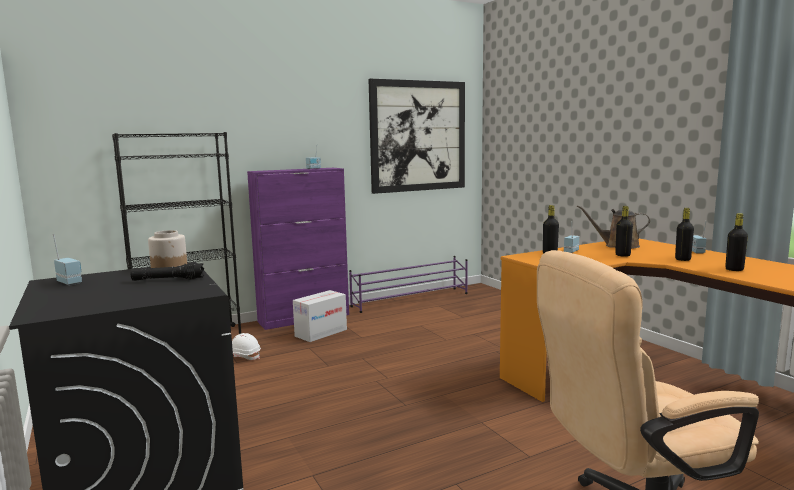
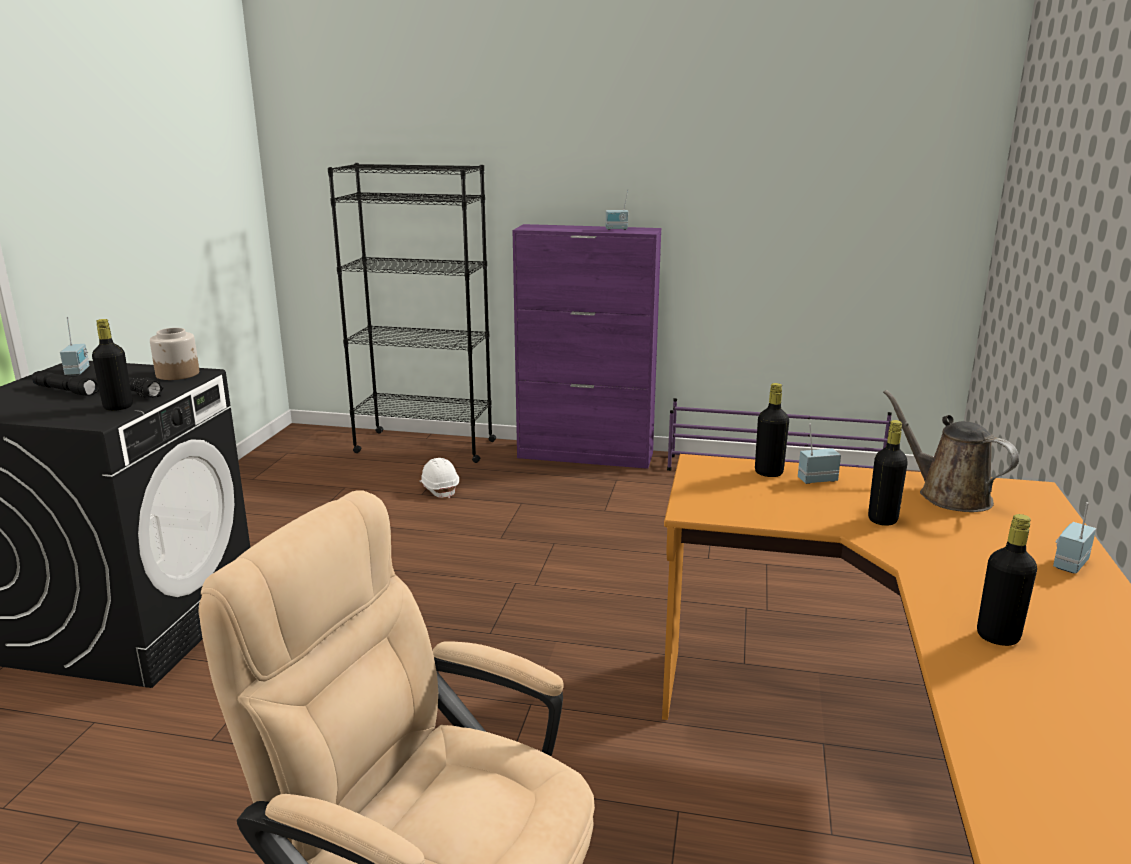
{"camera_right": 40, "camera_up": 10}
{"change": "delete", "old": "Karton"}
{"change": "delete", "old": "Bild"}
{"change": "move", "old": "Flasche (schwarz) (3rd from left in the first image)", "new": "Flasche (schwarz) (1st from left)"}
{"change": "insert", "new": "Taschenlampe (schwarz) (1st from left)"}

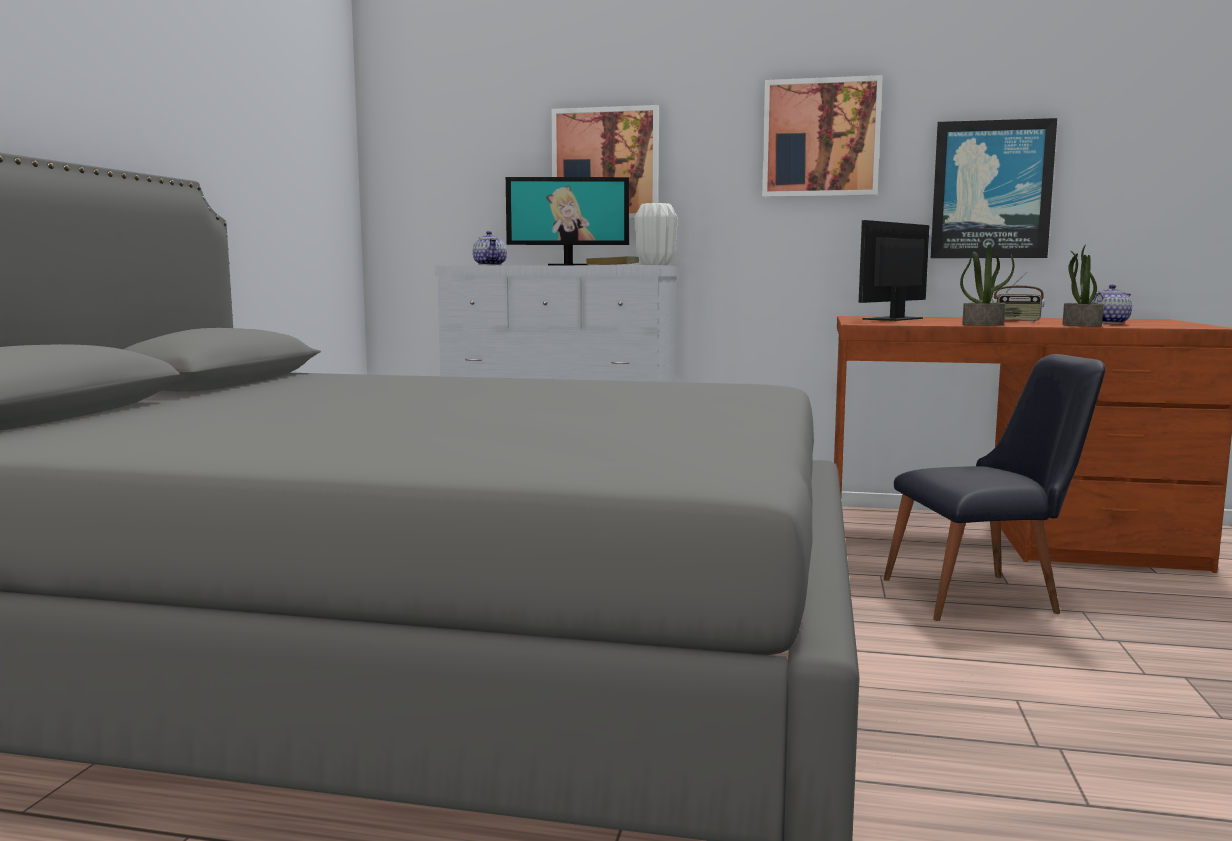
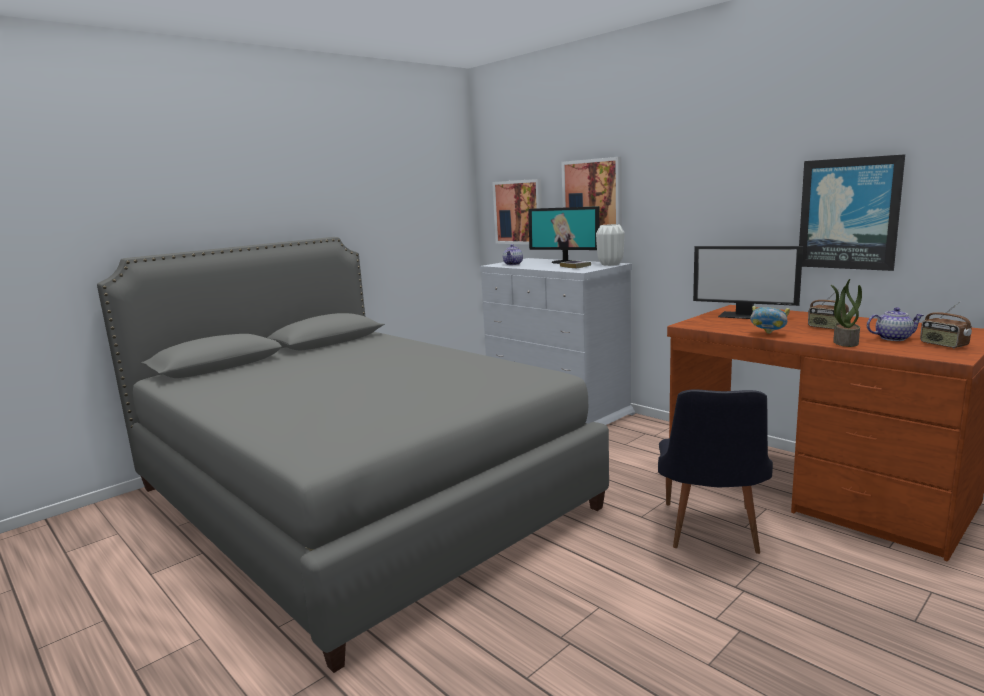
{"camera_right": 35, "camera_up": 5}
{"change": "move", "old": "Bild (2nd from left in the first image)", "new": "Bild (1st from left)"}
{"change": "rotate", "old": "Monitor (2nd from left)", "degrees": -135}
{"change": "rotate", "old": "Stuhl (schwarz)", "degrees": 75}
{"change": "replace", "old": "Topfpflanze (1st from left)", "new": "Schüssel"}
{"change": "insert", "new": "Radio (2nd from left)"}

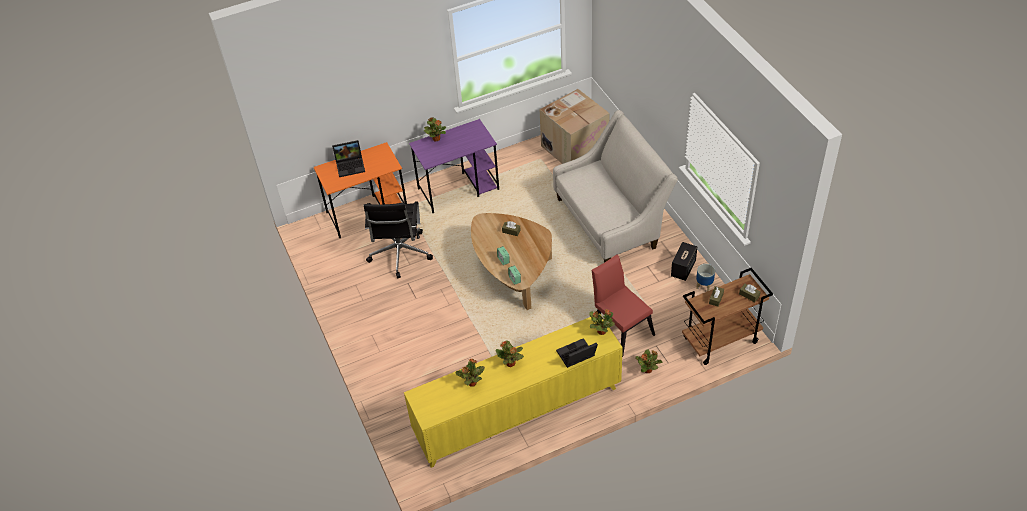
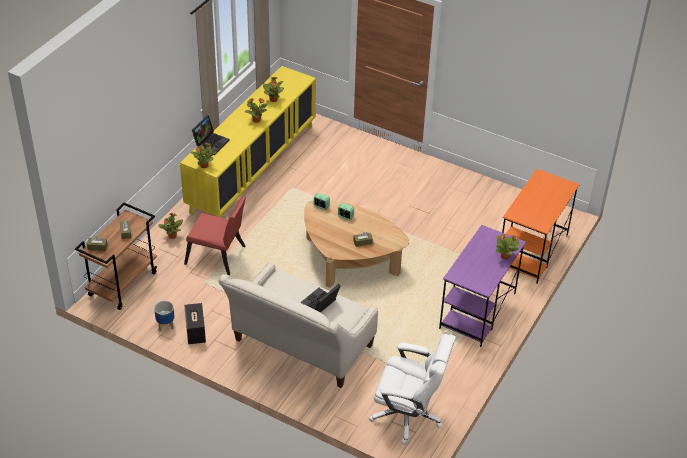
{"camera_right": 140, "camera_up": -5}
{"change": "move", "old": "Laptop (1st from left in the first image)", "new": "Laptop (2nd from left)"}
{"change": "delete", "old": "Bürostuhl (schwarz)"}
{"change": "replace", "old": "Karton", "new": "Bürostuhl (weiß)"}

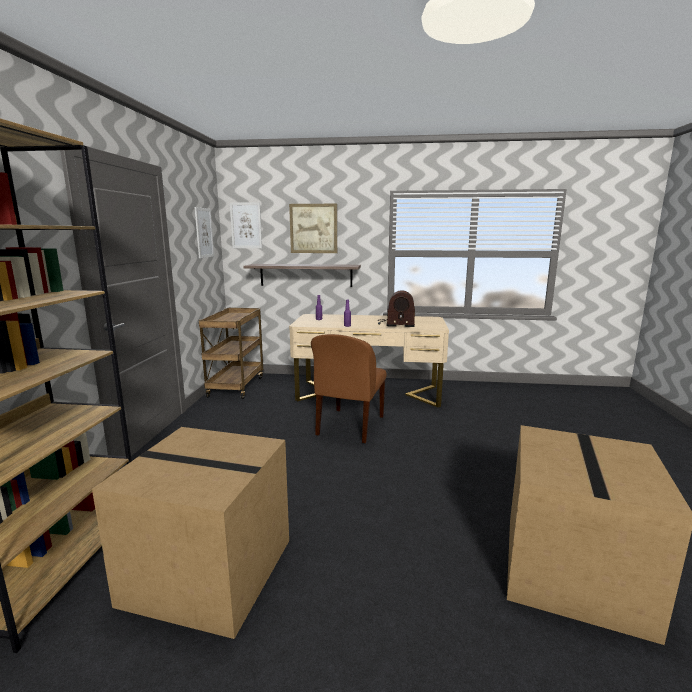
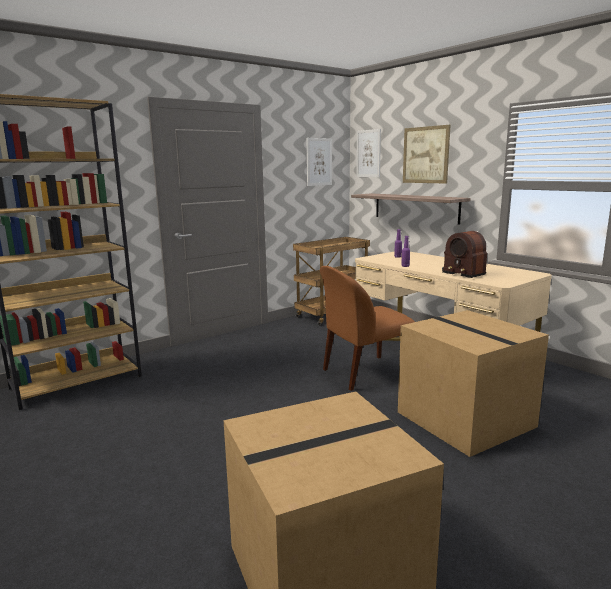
{"camera_right": 45, "camera_up": 0}
{"change": "move", "old": "Karton (1st from left in the first image)", "new": "Karton (2nd from left)"}

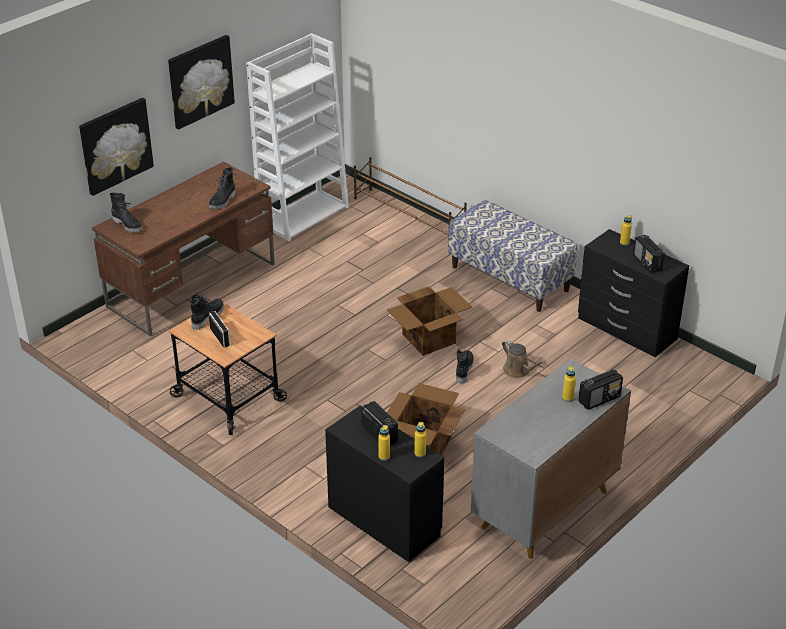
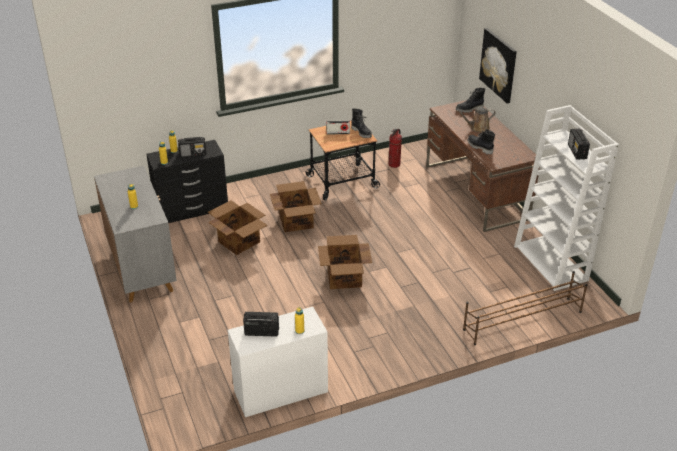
{"camera_right": 115, "camera_up": 0}
{"change": "delete", "old": "Bild (2nd from left)"}
{"change": "delete", "old": "Bank"}
{"change": "delete", "old": "Stiefel (schwarz) (4th from left)"}
{"change": "move", "old": "Gießkanne (braun)"}
{"change": "recolor", "old": "Kommode (schwarz) (2nd from left)", "new": "Kommode (weiß)"}
{"change": "move", "old": "Radio (3rd from left in the first image)", "new": "Radio (4th from left)"}
{"change": "insert", "new": "Karton (2nd from left)"}
{"change": "insert", "new": "Feuerlöscher"}

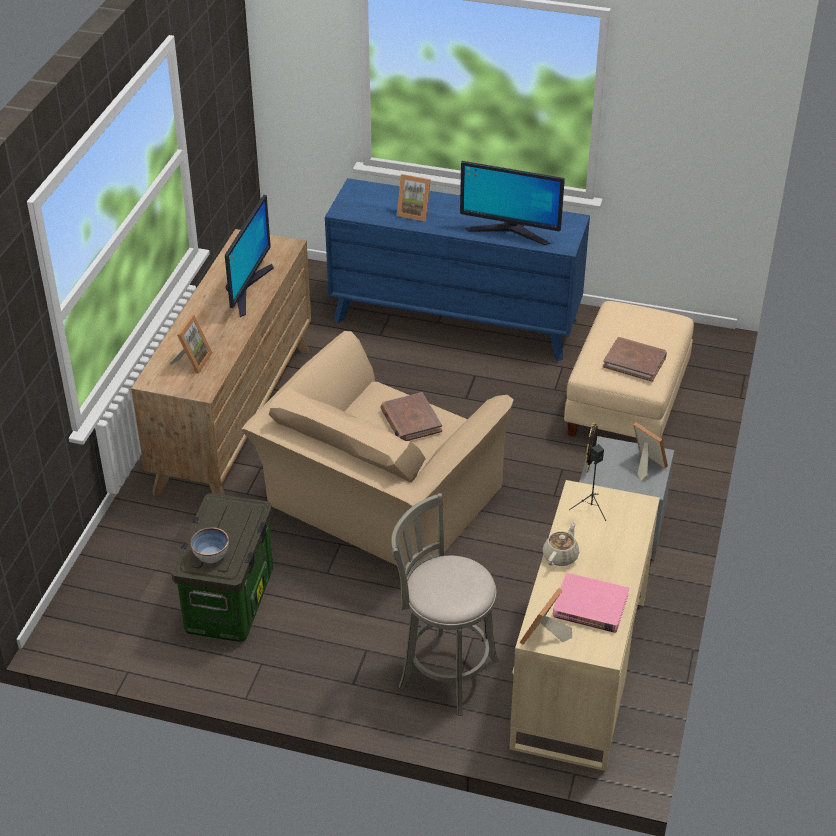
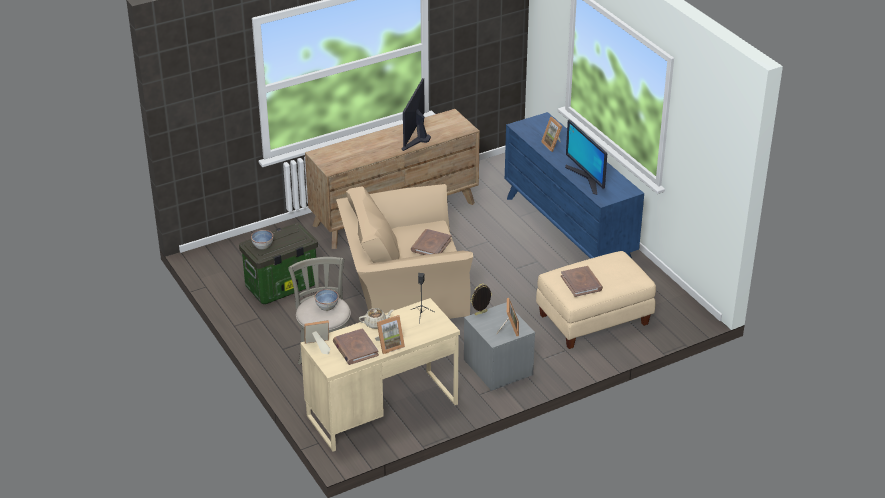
{"camera_right": 45, "camera_up": -5}
{"change": "move", "old": "Bilderrahmen (1st from left in the first image)", "new": "Bilderrahmen (2nd from left)"}
{"change": "rotate", "old": "Monitor (1st from left)", "degrees": 135}
{"change": "recolor", "old": "Buch (rosa)", "new": "Buch (braun) (1st from left)"}
{"change": "insert", "new": "Schüssel (2nd from left)"}

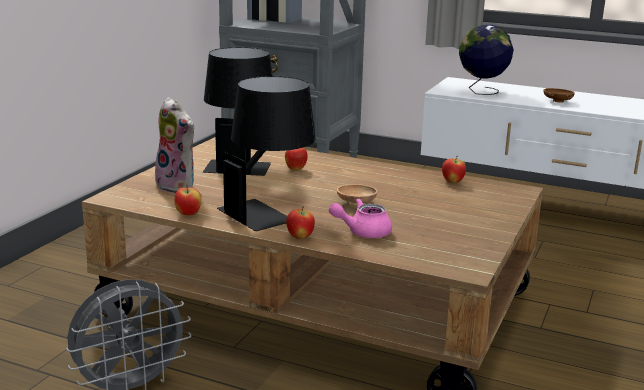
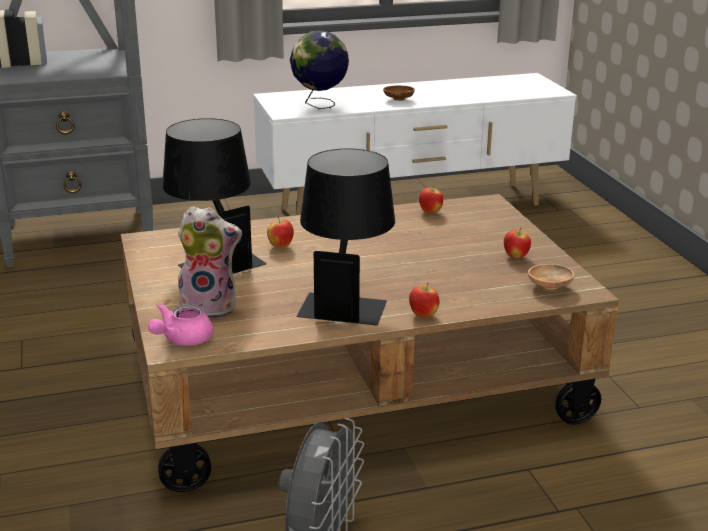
{"camera_right": -40, "camera_up": 5}
{"change": "move", "old": "Apfel (1st from left in the first image)", "new": "Apfel (4th from left)"}
{"change": "move", "old": "Teekanne (rosa)"}
{"change": "move", "old": "Schüssel (braun) (1st from left in the first image)", "new": "Schüssel (braun) (2nd from left)"}

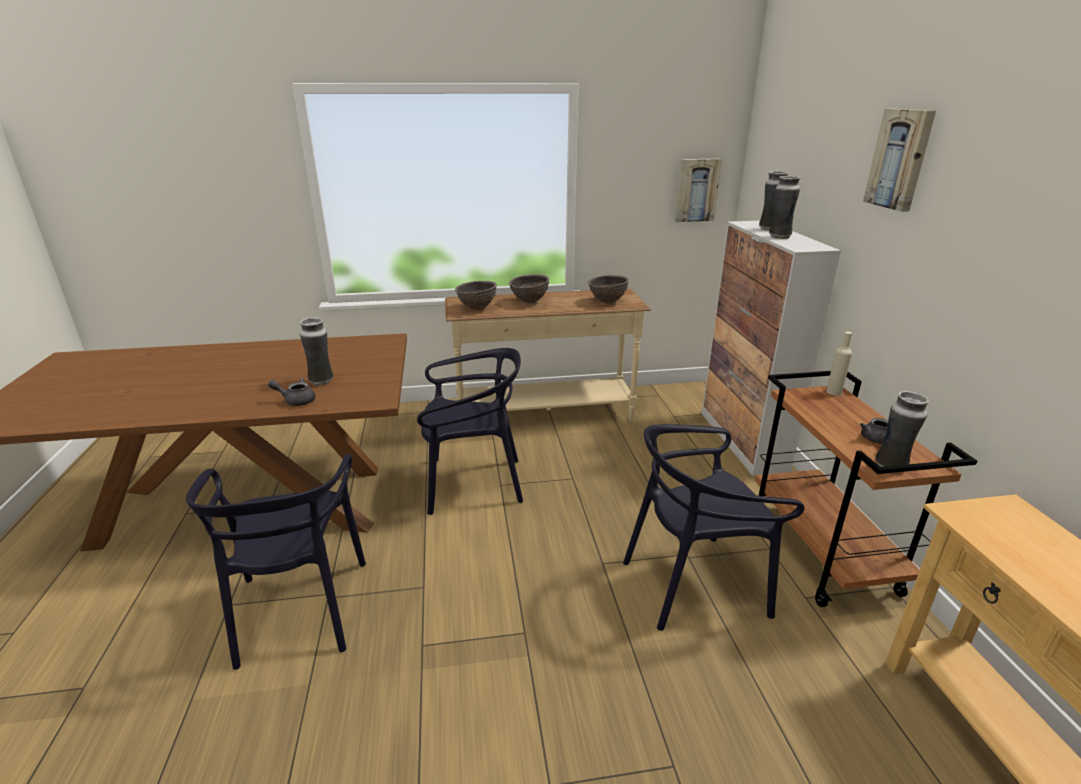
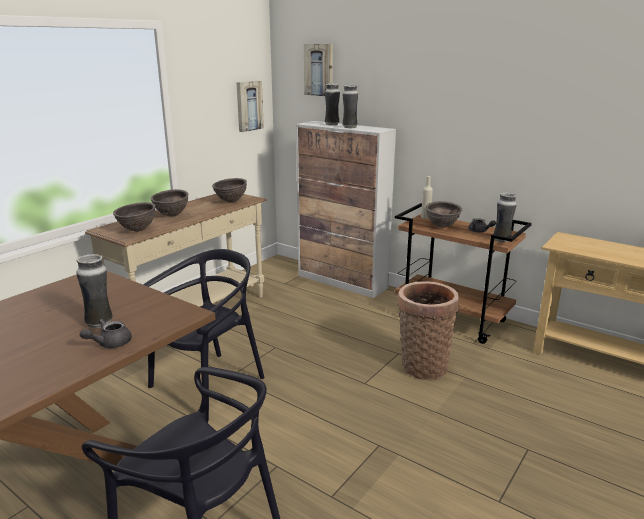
{"camera_right": -45, "camera_up": -5}
{"change": "replace", "old": "Stuhl (schwarz) (3rd from left)", "new": "Korb"}
{"change": "move", "old": "Bild (2nd from left)"}
{"change": "insert", "new": "Schüssel (braun) (4th from left)"}

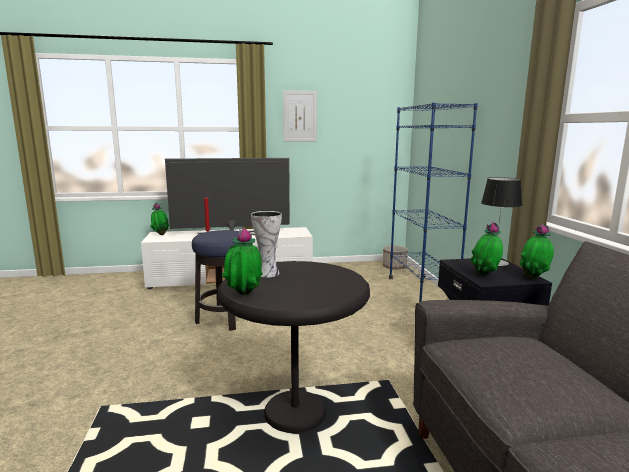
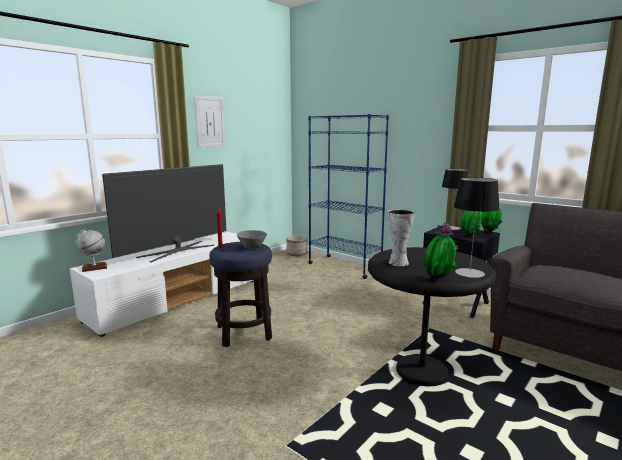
{"camera_right": -40, "camera_up": 0}
{"change": "replace", "old": "Topfpflanze (1st from left)", "new": "Globus"}
{"change": "insert", "new": "Schüssel (grau)"}
{"change": "insert", "new": "Tischlampe (2nd from left)"}

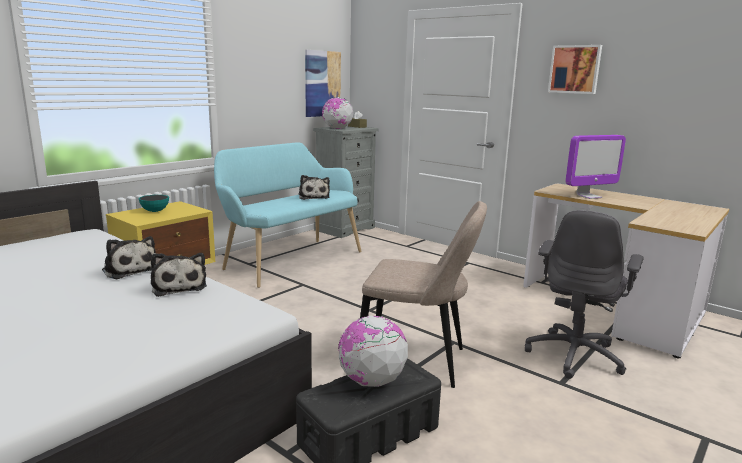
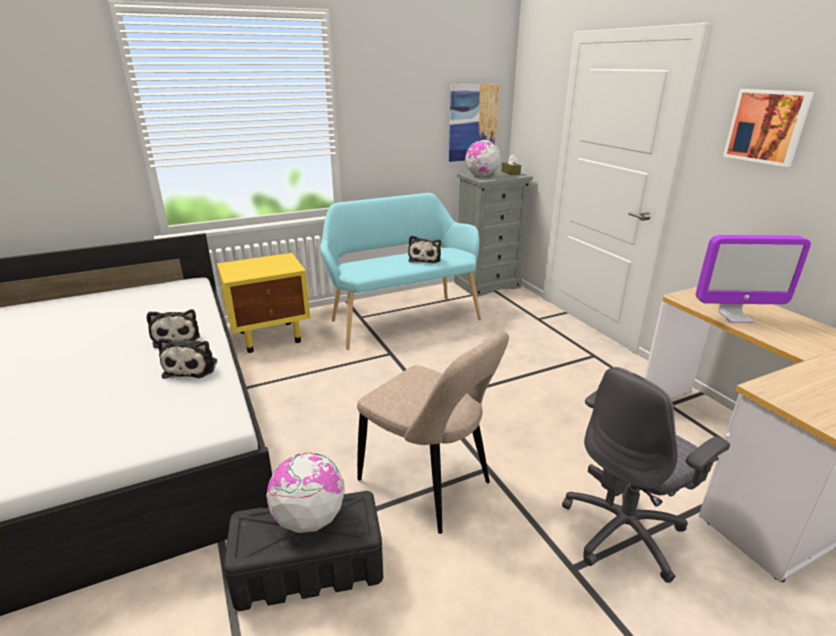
{"camera_right": 25, "camera_up": 10}
{"change": "delete", "old": "Schüssel"}

